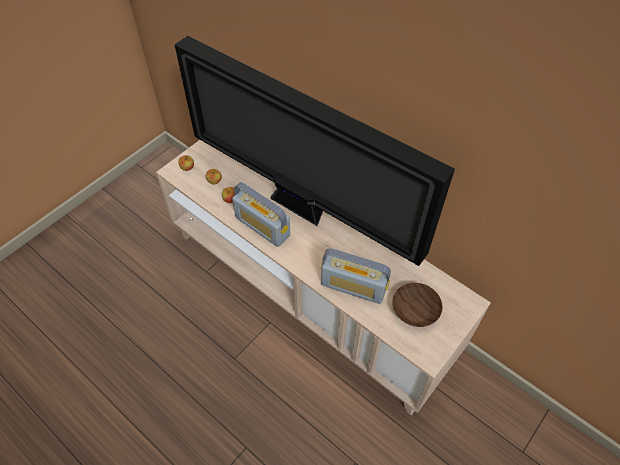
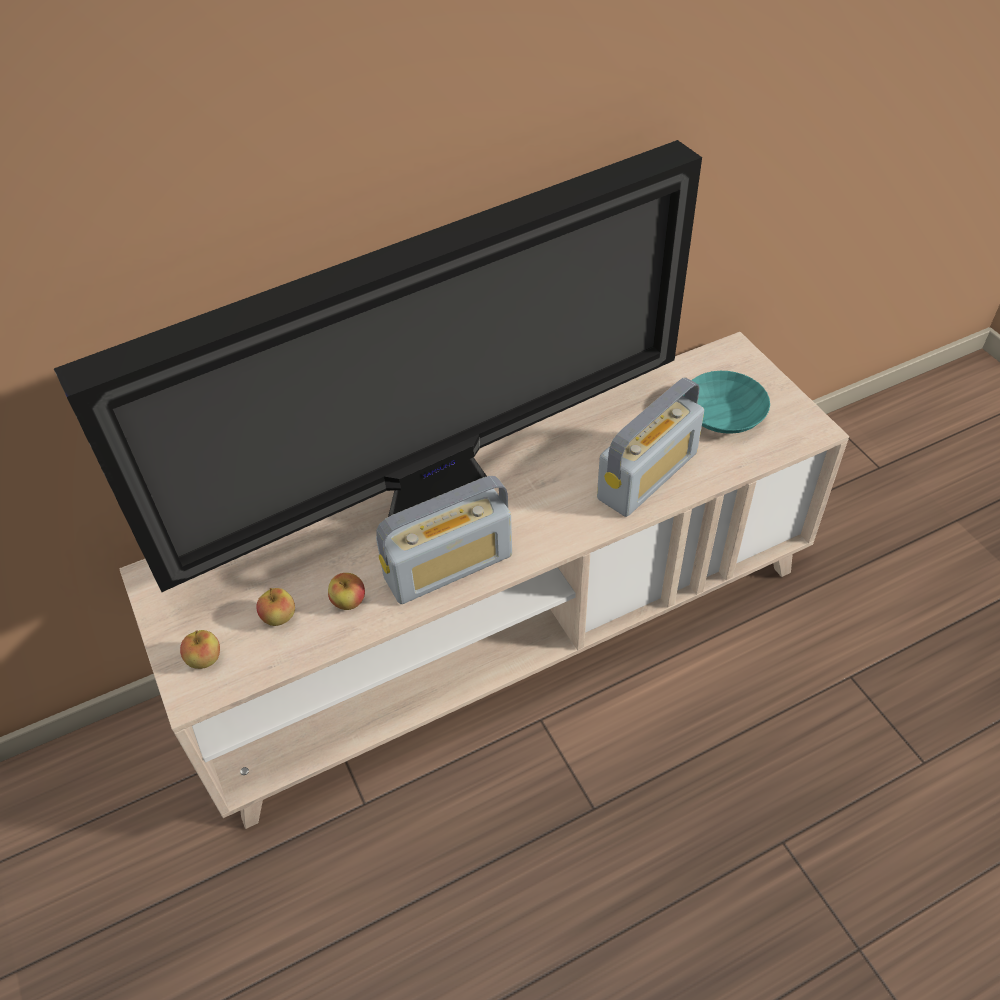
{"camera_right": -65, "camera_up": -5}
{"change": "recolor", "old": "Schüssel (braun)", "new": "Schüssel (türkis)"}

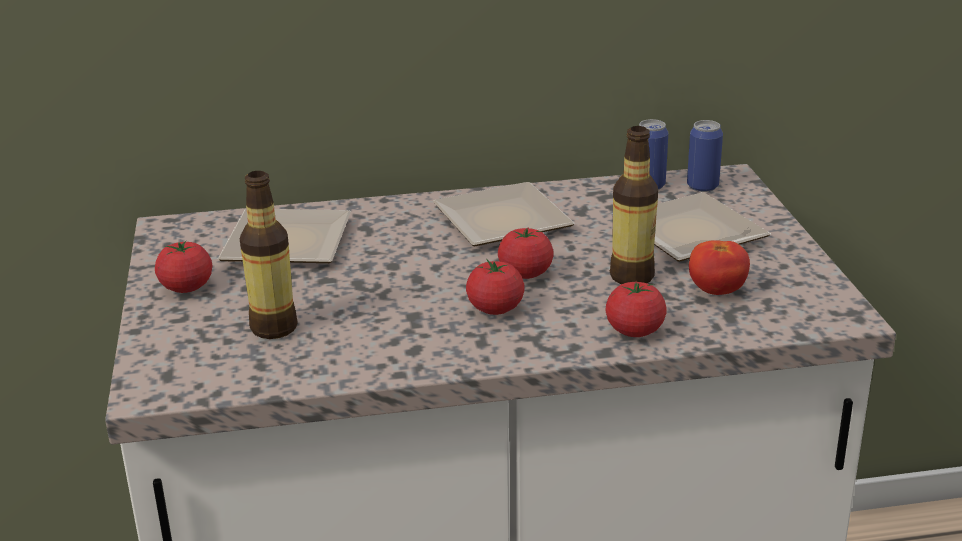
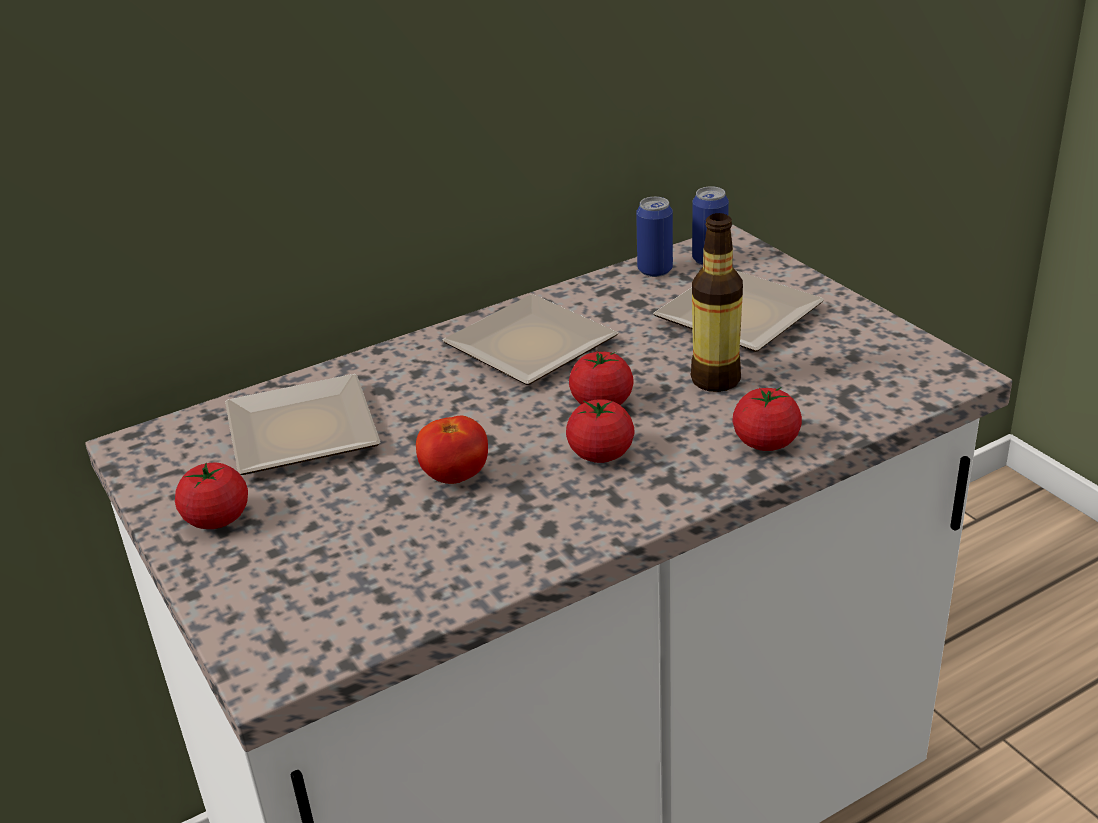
{"camera_right": -20, "camera_up": 5}
{"change": "delete", "old": "Flasche (1st from left)"}
{"change": "move", "old": "Tomate (5th from left in the first image)", "new": "Tomate (2nd from left)"}

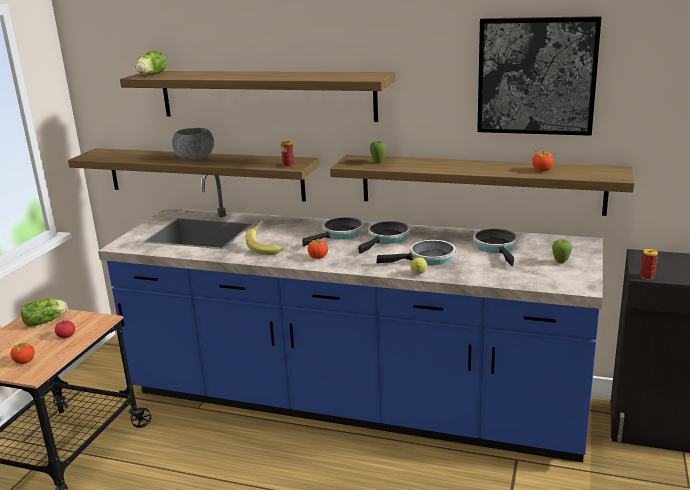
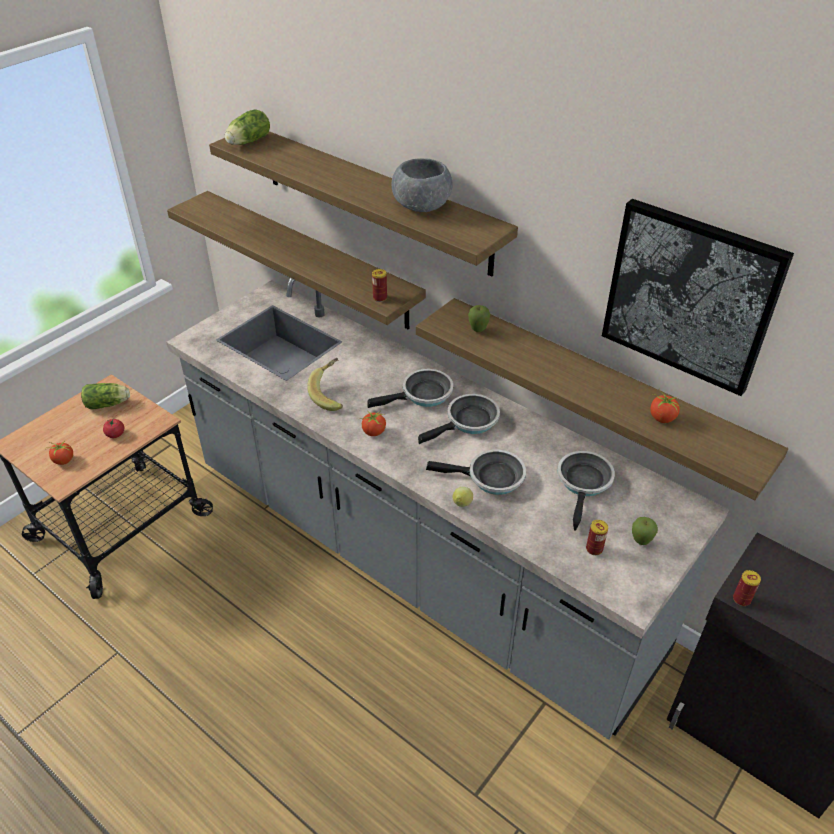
{"camera_right": 20, "camera_up": 20}
{"change": "recolor", "old": "Küchenzeile (blau)", "new": "Küchenzeile (grau)"}
{"change": "move", "old": "Schüssel (grau)"}
{"change": "insert", "new": "Dose (2nd from left)"}

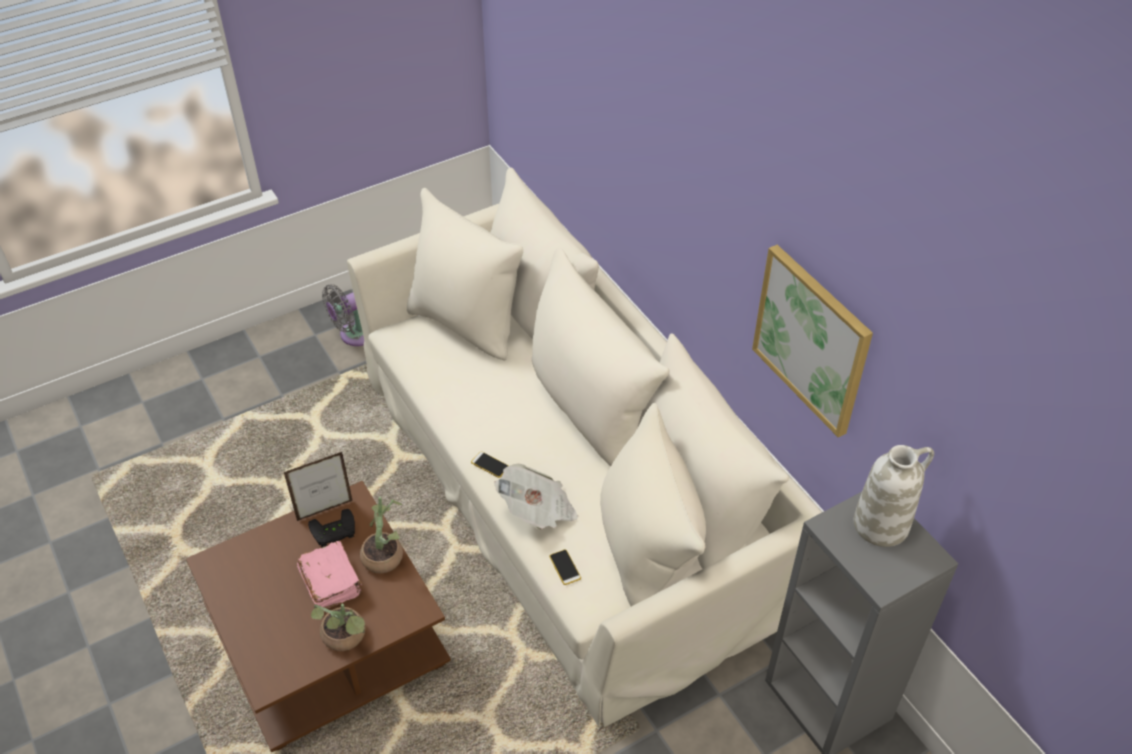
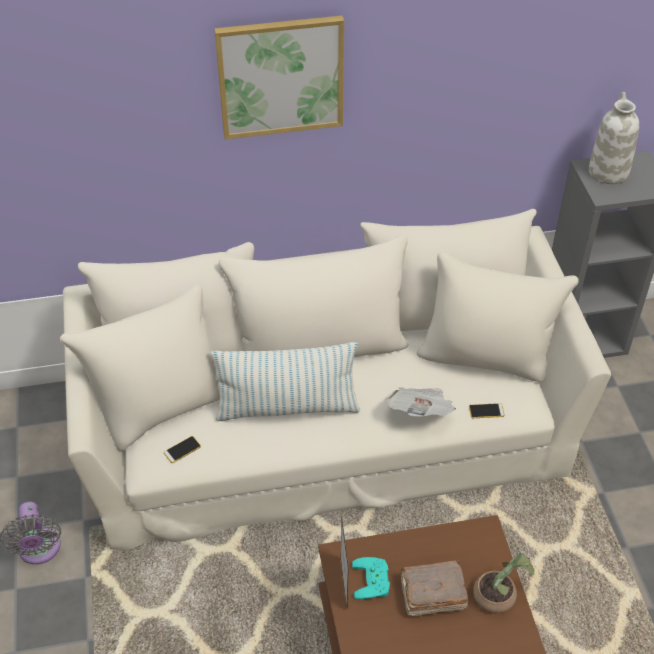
{"camera_right": -70, "camera_up": 0}
{"change": "recolor", "old": "Buch (rosa)", "new": "Buch (braun)"}
{"change": "recolor", "old": "Gamepad (schwarz)", "new": "Gamepad (türkis)"}
{"change": "delete", "old": "Topfpflanze (2nd from left)"}
{"change": "move", "old": "Handy (1st from left)"}
{"change": "move", "old": "Bild"}
{"change": "insert", "new": "Kissen"}

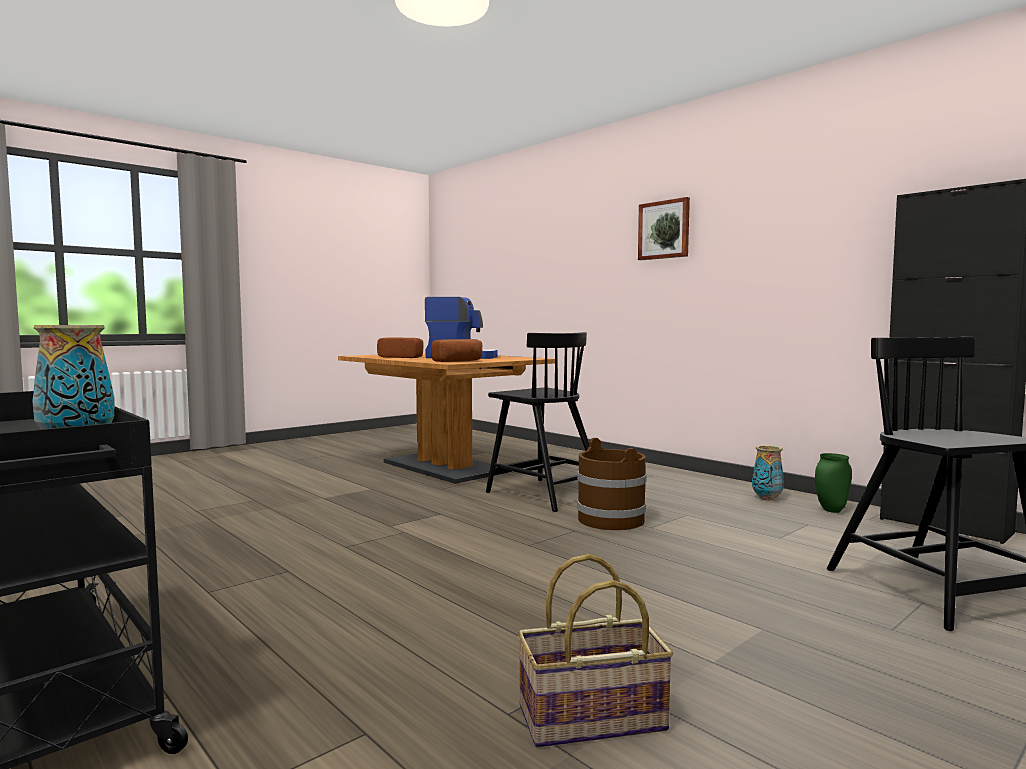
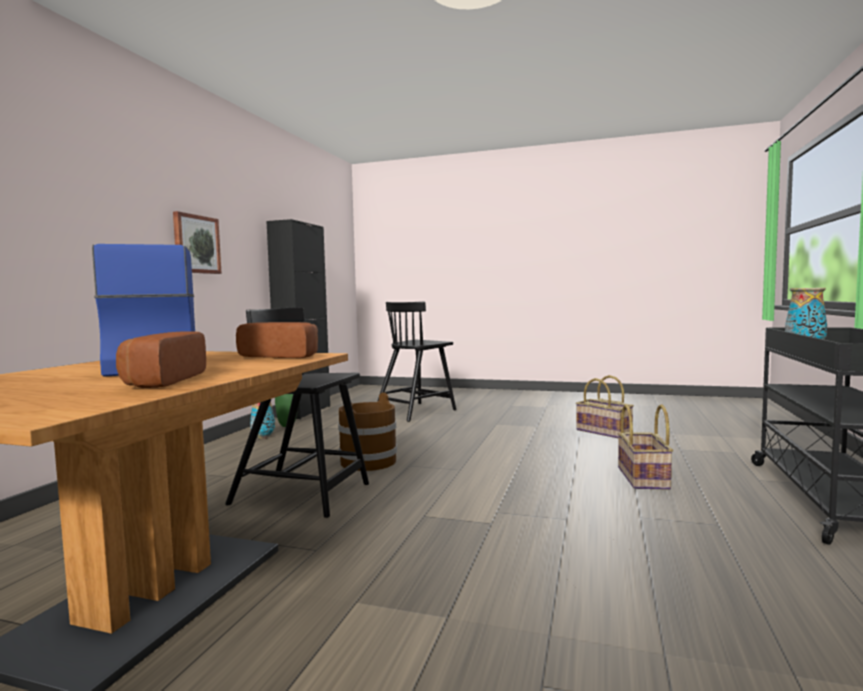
{"camera_right": -120, "camera_up": 0}
{"change": "rotate", "old": "Stuhl (schwarz) (1st from left)", "degrees": -90}
{"change": "move", "old": "Bild"}
{"change": "insert", "new": "Korb (2nd from left)"}

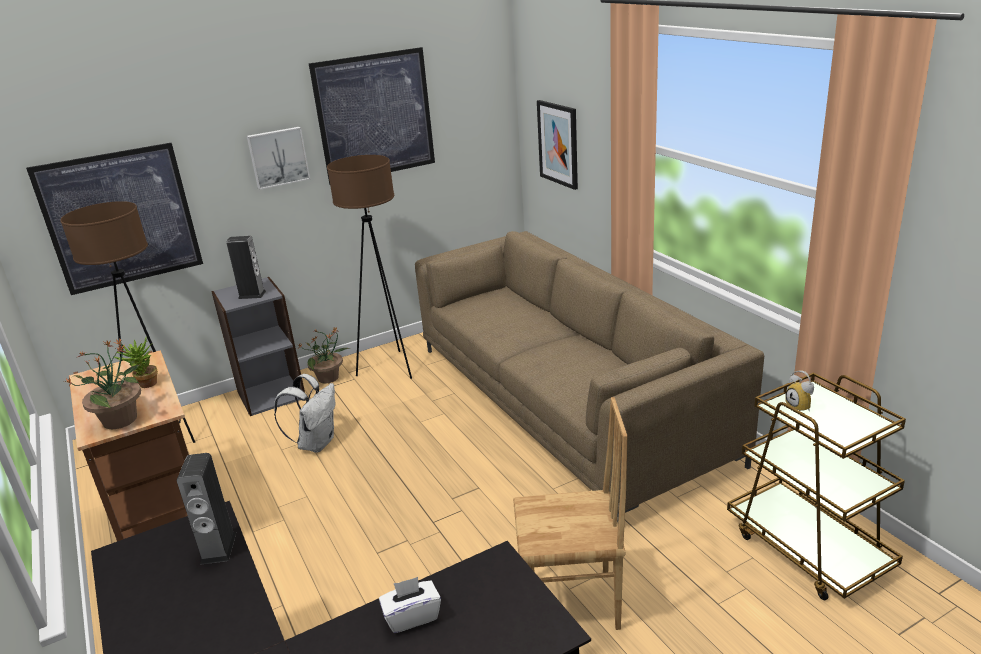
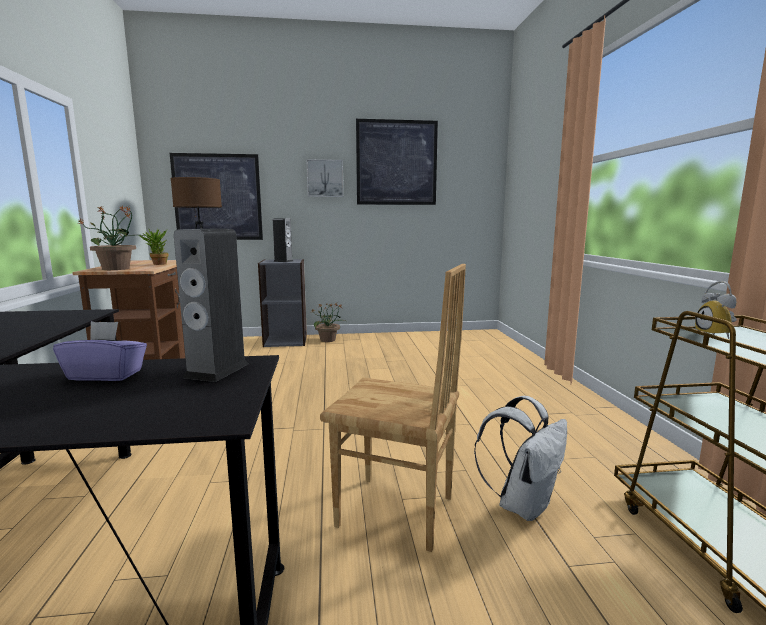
{"camera_right": 20, "camera_up": -15}
{"change": "move", "old": "Lautsprecher (1st from left)"}
{"change": "move", "old": "Rucksack (weiß)"}
{"change": "delete", "old": "Stehlampe (braun) (2nd from left)"}
{"change": "recolor", "old": "Taschentuchbox (weiß)", "new": "Taschentuchbox (lila)"}
{"change": "delete", "old": "Sofa (braun)"}
{"change": "delete", "old": "Bild (4th from left)"}

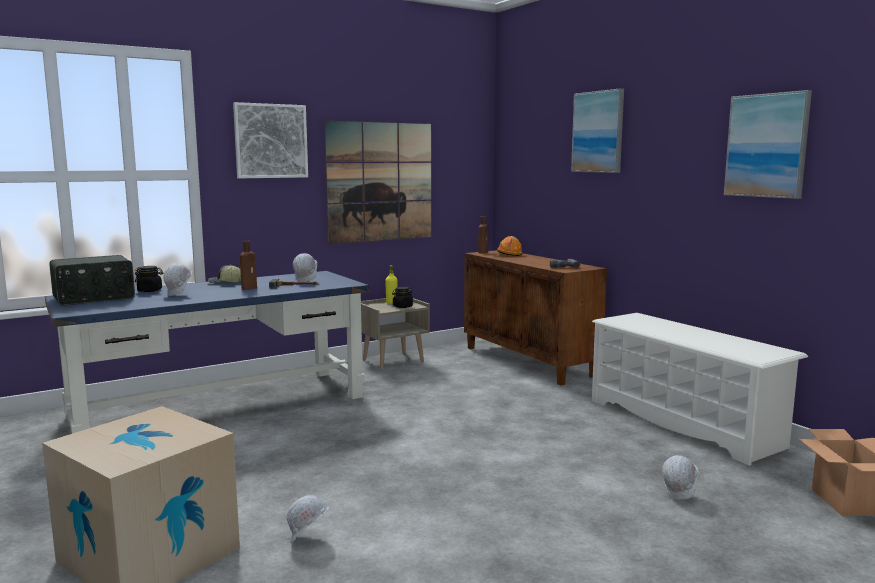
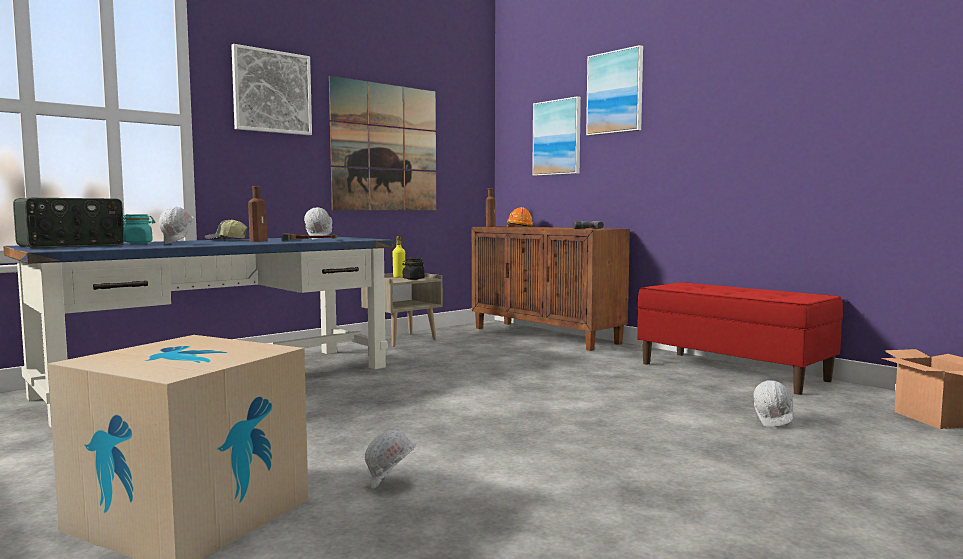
{"camera_right": -10, "camera_up": -5}
{"change": "recolor", "old": "Vorratsglas (schwarz) (1st from left)", "new": "Vorratsglas (türkis)"}
{"change": "replace", "old": "Schuhregal (weiß)", "new": "Bank (rot)"}
{"change": "move", "old": "Bild (4th from left in the first image)", "new": "Bild (3rd from left)"}

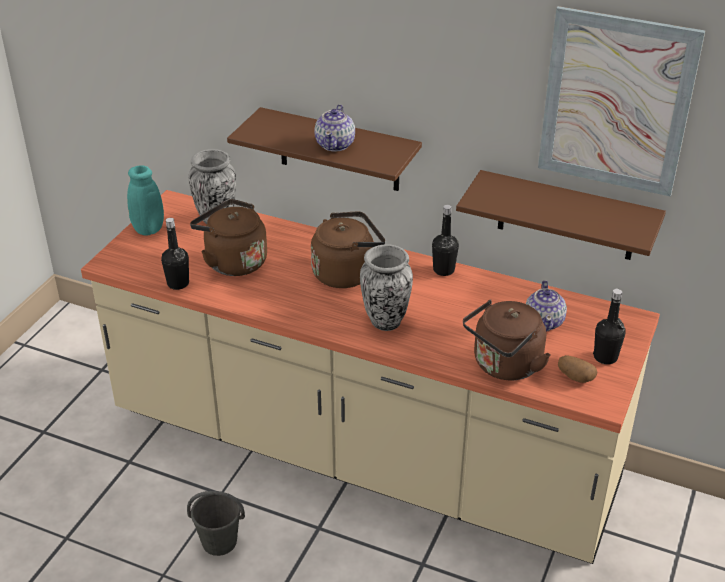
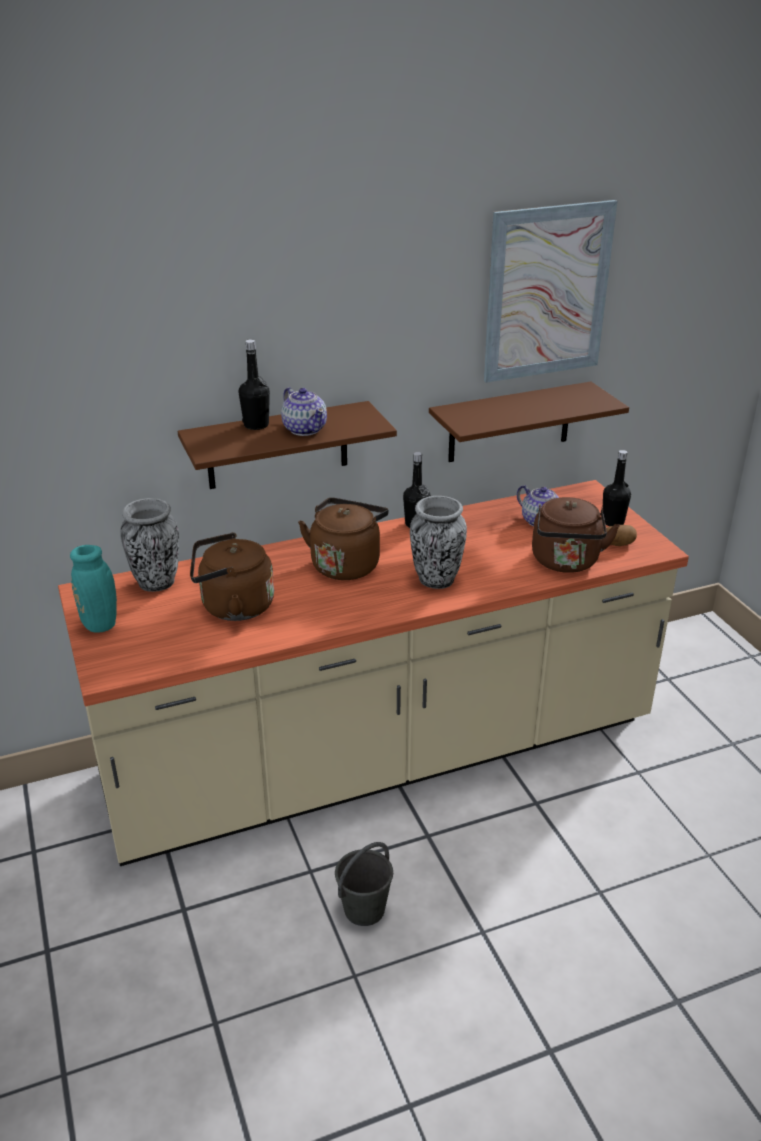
{"camera_right": -45, "camera_up": -5}
{"change": "move", "old": "Flasche (schwarz) (1st from left)"}

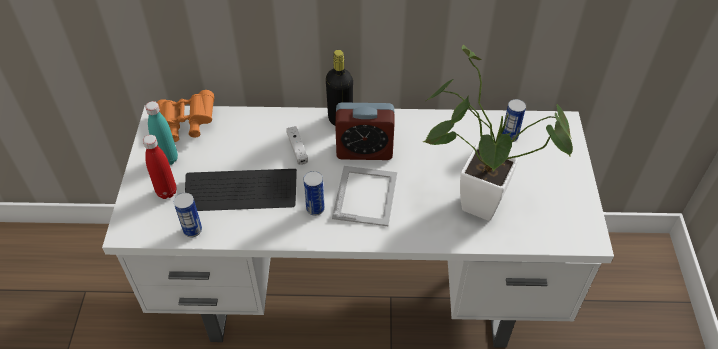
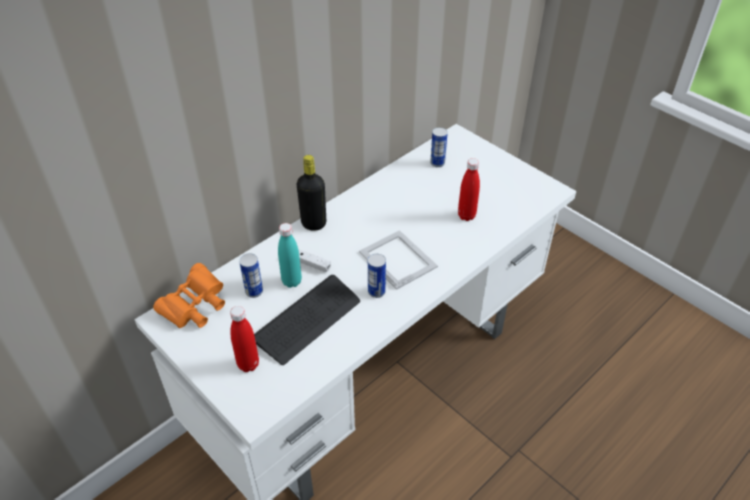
{"camera_right": -45, "camera_up": -5}
{"change": "move", "old": "Flasche (türkis)"}
{"change": "move", "old": "Dose (1st from left)"}
{"change": "delete", "old": "Wecker"}
{"change": "replace", "old": "Topfpflanze", "new": "Flasche (rot) (2nd from left)"}

